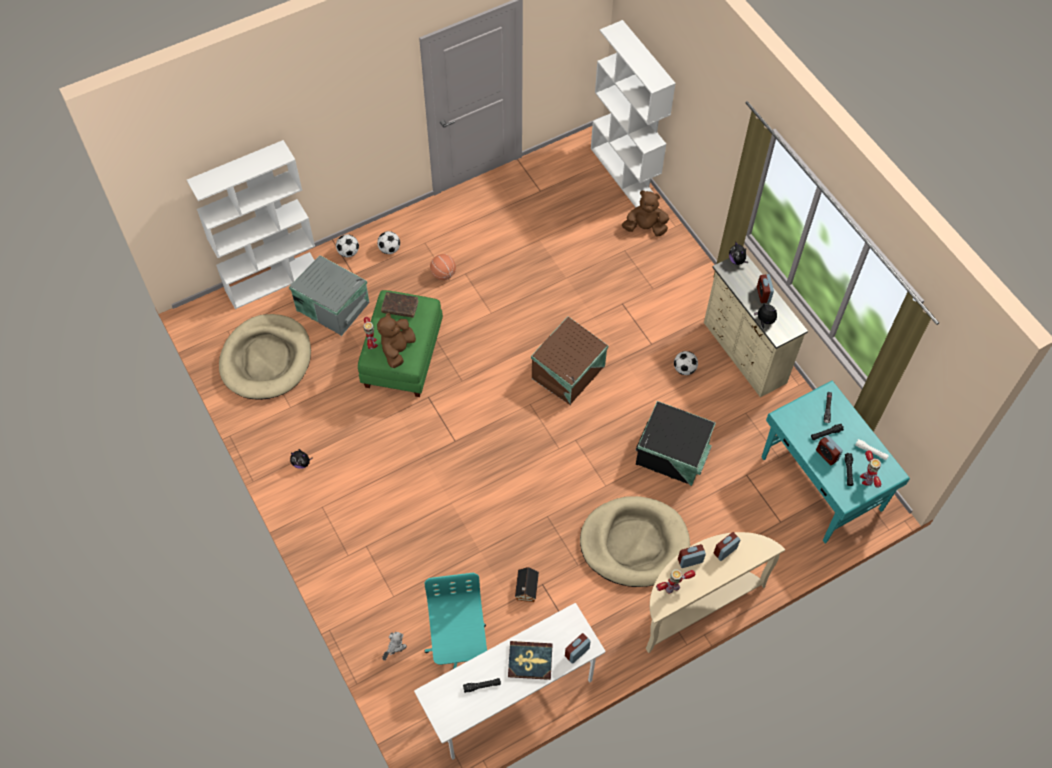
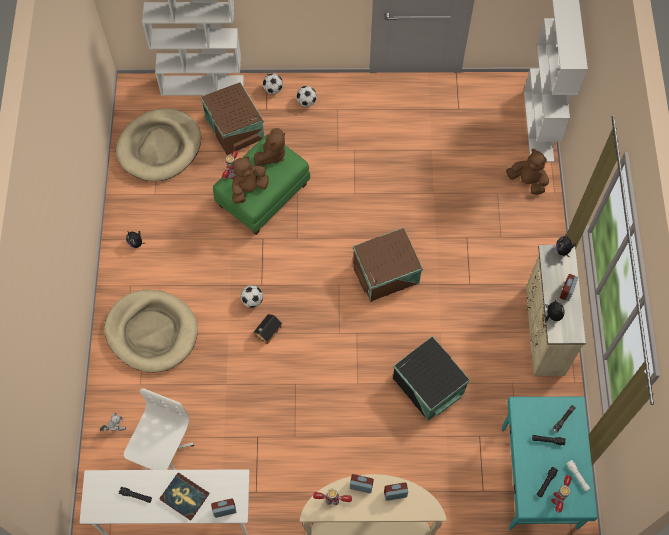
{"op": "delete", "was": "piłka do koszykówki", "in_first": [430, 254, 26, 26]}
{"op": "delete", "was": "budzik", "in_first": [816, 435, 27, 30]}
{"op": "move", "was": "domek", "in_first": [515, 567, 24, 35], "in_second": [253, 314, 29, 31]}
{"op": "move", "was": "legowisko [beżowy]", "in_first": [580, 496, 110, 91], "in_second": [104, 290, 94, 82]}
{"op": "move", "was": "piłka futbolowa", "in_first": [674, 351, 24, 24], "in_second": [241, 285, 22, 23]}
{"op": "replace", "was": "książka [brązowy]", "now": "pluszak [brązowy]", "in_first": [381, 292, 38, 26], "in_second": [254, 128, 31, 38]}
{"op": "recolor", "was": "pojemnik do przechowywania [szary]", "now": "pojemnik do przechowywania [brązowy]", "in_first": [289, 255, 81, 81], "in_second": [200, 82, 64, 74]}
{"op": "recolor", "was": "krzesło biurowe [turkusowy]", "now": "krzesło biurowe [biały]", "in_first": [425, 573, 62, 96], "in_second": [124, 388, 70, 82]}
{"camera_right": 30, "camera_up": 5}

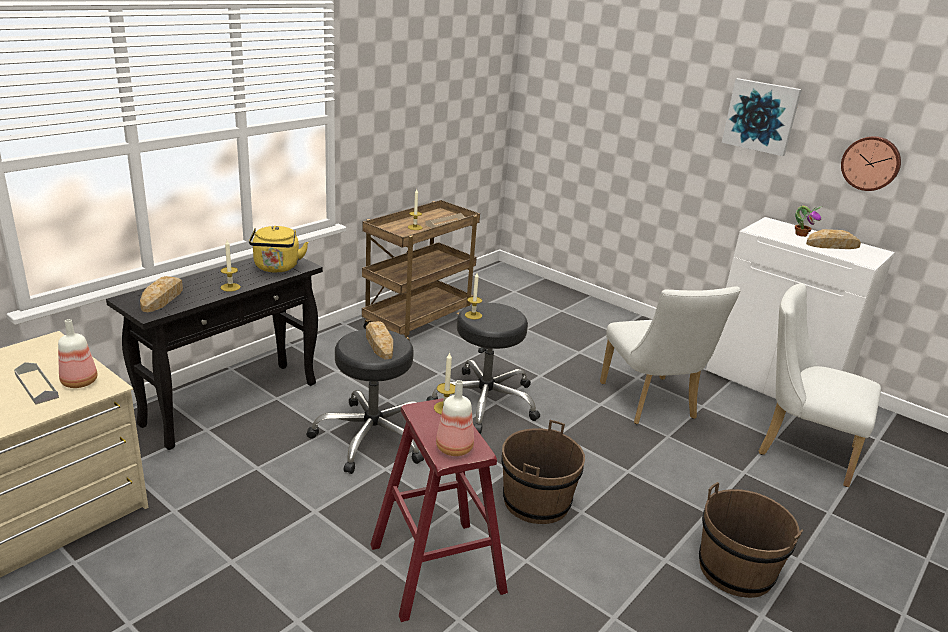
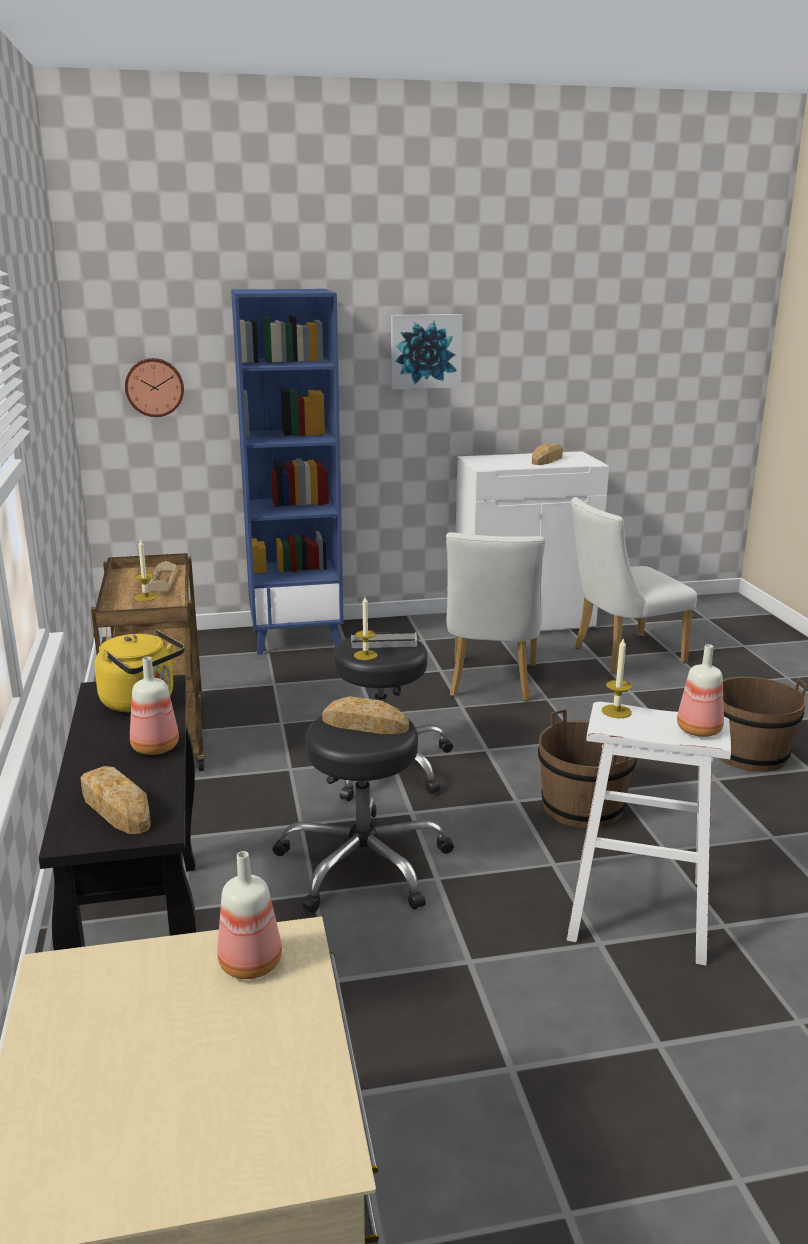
{"op": "delete", "was": "roślina doniczkowa", "in_first": [795, 205, 27, 32]}
{"op": "insert", "now": "regał [niebieski]", "in_second": [231, 289, 113, 366]}
{"op": "move", "was": "taca [szary]", "in_first": [14, 362, 45, 43], "in_second": [351, 632, 66, 16]}
{"op": "move", "was": "zegar ścienny", "in_first": [841, 136, 60, 55], "in_second": [125, 358, 59, 59]}
{"op": "replace", "was": "świeca", "now": "butelka", "in_first": [221, 240, 20, 52], "in_second": [130, 657, 49, 98]}
{"op": "recolor", "was": "stołek [czerwony]", "now": "stołek [biały]", "in_first": [370, 398, 138, 224], "in_second": [566, 702, 165, 264]}
{"op": "rotate", "was": "krzesło [biały]", "in_first": [600, 286, 140, 138], "in_second": [446, 532, 99, 169], "clockwise": 75}
{"camera_right": -50, "camera_up": -5}

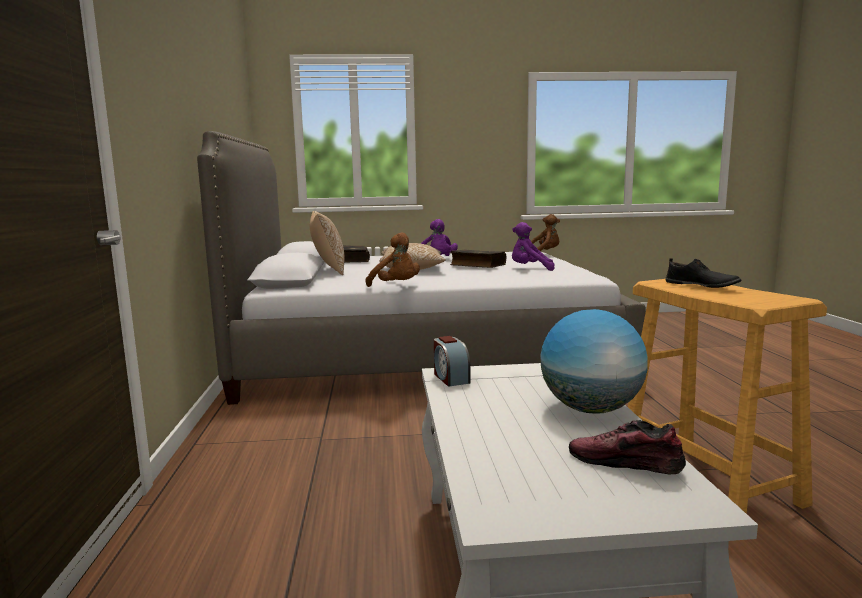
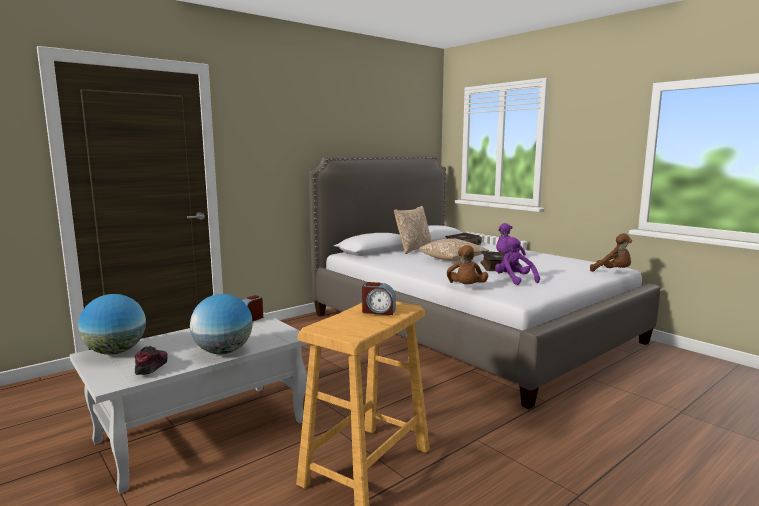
{"op": "insert", "now": "globus", "in_second": [78, 294, 68, 61]}
{"op": "move", "was": "pluszak [brązowy]", "in_first": [365, 233, 55, 54], "in_second": [447, 245, 41, 39]}
{"op": "replace", "was": "but [czarny]", "now": "budzik", "in_first": [666, 258, 75, 30], "in_second": [362, 282, 34, 33]}
{"camera_right": 55, "camera_up": 0}

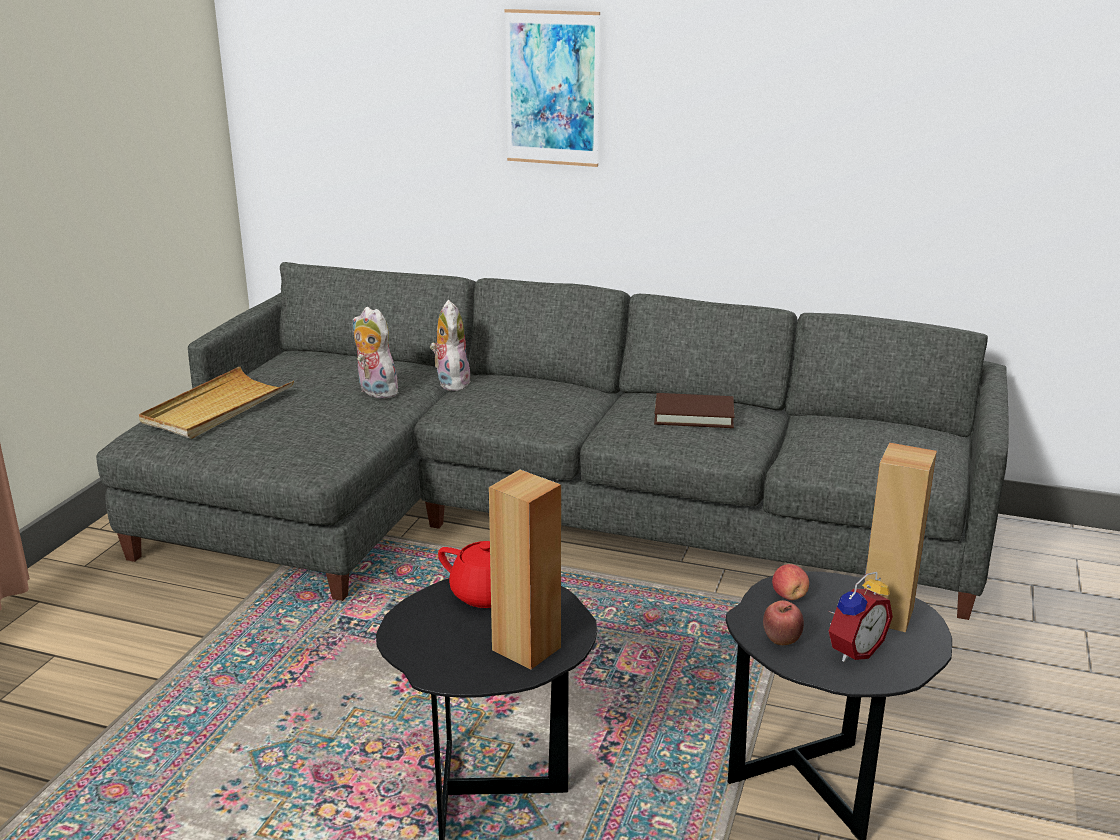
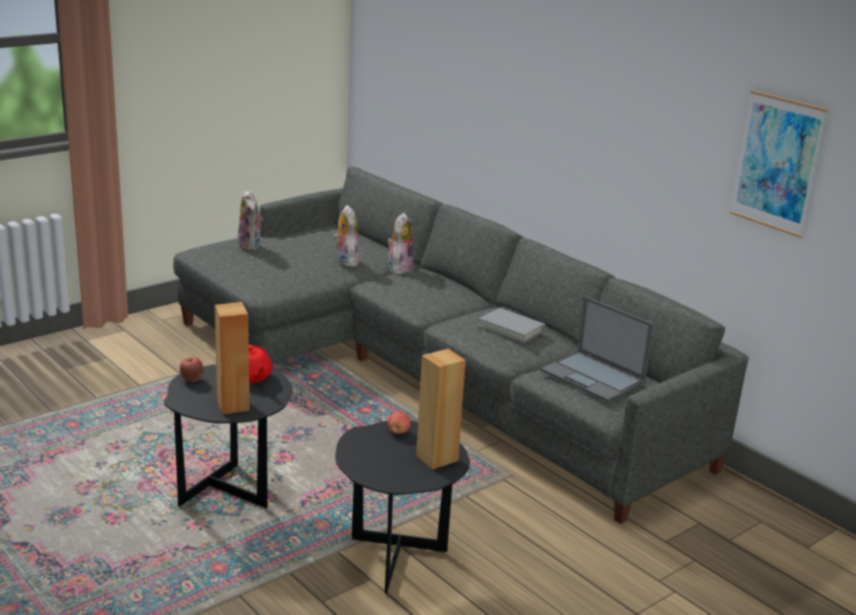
{"op": "delete", "was": "budzik", "in_first": [829, 572, 64, 90]}
{"op": "insert", "now": "laptop", "in_second": [541, 296, 113, 106]}
{"op": "move", "was": "obraz", "in_first": [504, 9, 96, 158], "in_second": [730, 90, 98, 148]}
{"op": "move", "was": "jabłko", "in_first": [763, 600, 41, 45], "in_second": [180, 357, 24, 25]}
{"op": "replace", "was": "taca [beżowy]", "now": "pluszak", "in_first": [139, 366, 155, 73], "in_second": [237, 189, 27, 62]}
{"op": "recolor", "was": "książka [brązowy]", "now": "książka [szary]", "in_first": [654, 393, 80, 35], "in_second": [478, 308, 68, 35]}
{"camera_right": 30, "camera_up": 0}

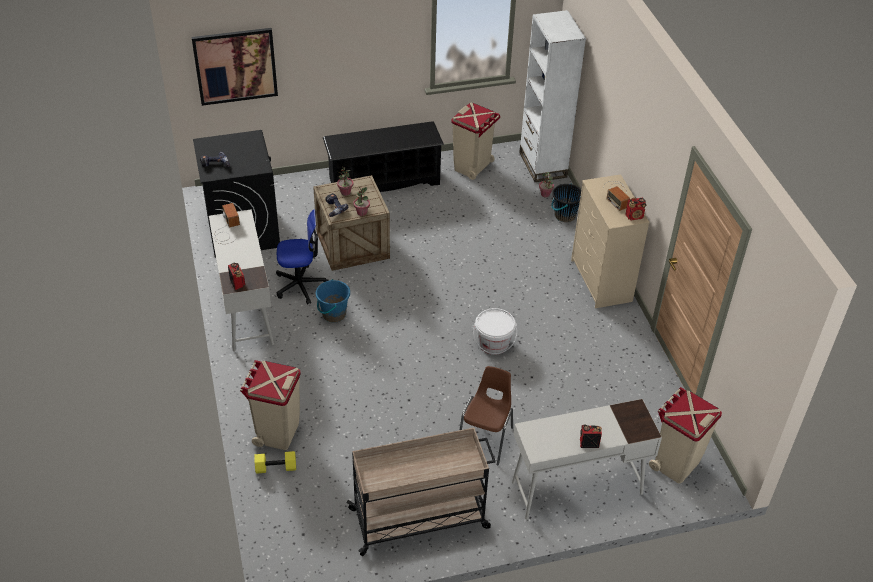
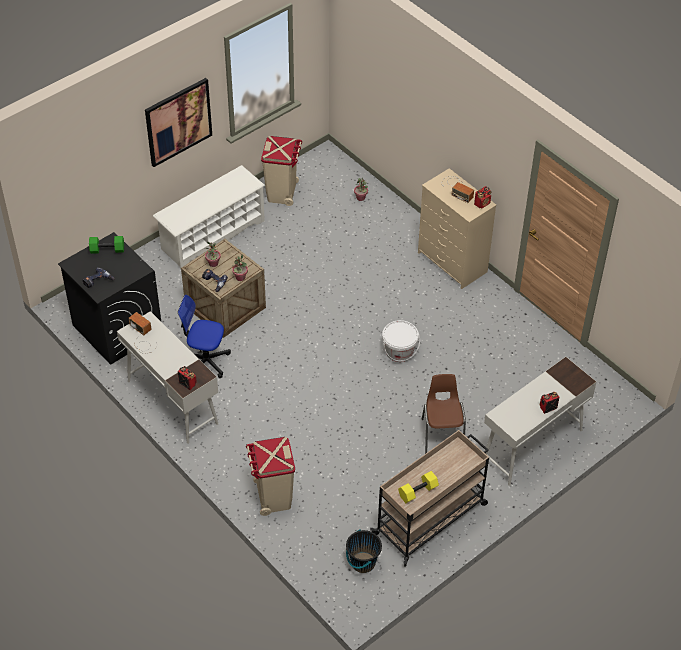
{"op": "delete", "was": "wiadro [niebieski]", "in_first": [316, 279, 34, 44]}
{"op": "delete", "was": "regał [biały]", "in_first": [519, 10, 67, 172]}
{"op": "delete", "was": "kosz na śmieci [beżowy]", "in_first": [649, 387, 73, 96]}
{"op": "insert", "now": "hantel [zielony]", "in_second": [89, 236, 35, 18]}
{"op": "move", "was": "obraz", "in_first": [191, 28, 87, 78], "in_second": [145, 78, 67, 89]}
{"op": "move", "was": "hantel [żółty]", "in_first": [255, 451, 41, 23], "in_second": [398, 471, 41, 32]}
{"op": "move", "was": "wiadro [czarny]", "in_first": [551, 184, 30, 38], "in_second": [346, 529, 36, 44]}
{"op": "recolor", "was": "regał na buty [czarny]", "now": "regał na buty [biały]", "in_first": [323, 121, 121, 71], "in_second": [153, 165, 112, 105]}
{"op": "rotate", "was": "krzesło biurowe", "in_first": [276, 209, 53, 96], "in_second": [178, 295, 53, 83], "clockwise": -135}
{"camera_right": -25, "camera_up": 5}

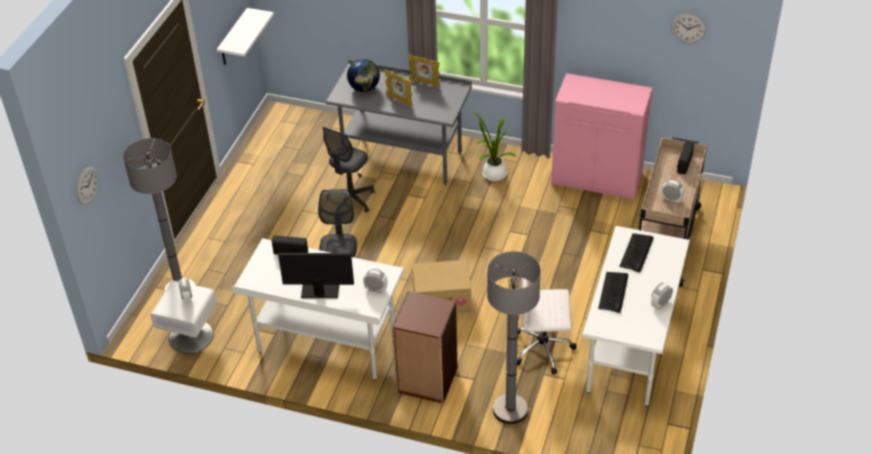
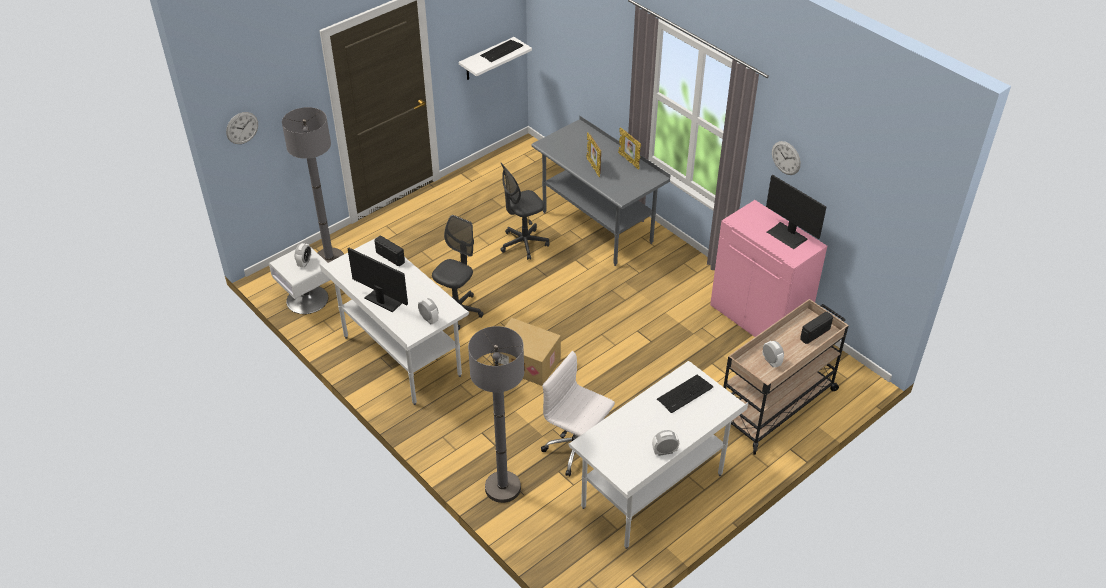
{"op": "delete", "was": "globus", "in_first": [347, 59, 33, 33]}
{"op": "delete", "was": "regał [brązowy]", "in_first": [392, 291, 65, 113]}
{"op": "delete", "was": "roślina doniczkowa", "in_first": [470, 112, 46, 69]}
{"op": "insert", "now": "monitor", "in_second": [766, 175, 60, 74]}
{"op": "move", "was": "klawiatura", "in_first": [598, 272, 30, 41], "in_second": [480, 40, 43, 22]}
{"op": "move", "was": "zegar ścienny", "in_first": [671, 14, 35, 29], "in_second": [772, 141, 29, 34]}
{"camera_right": 30, "camera_up": 0}

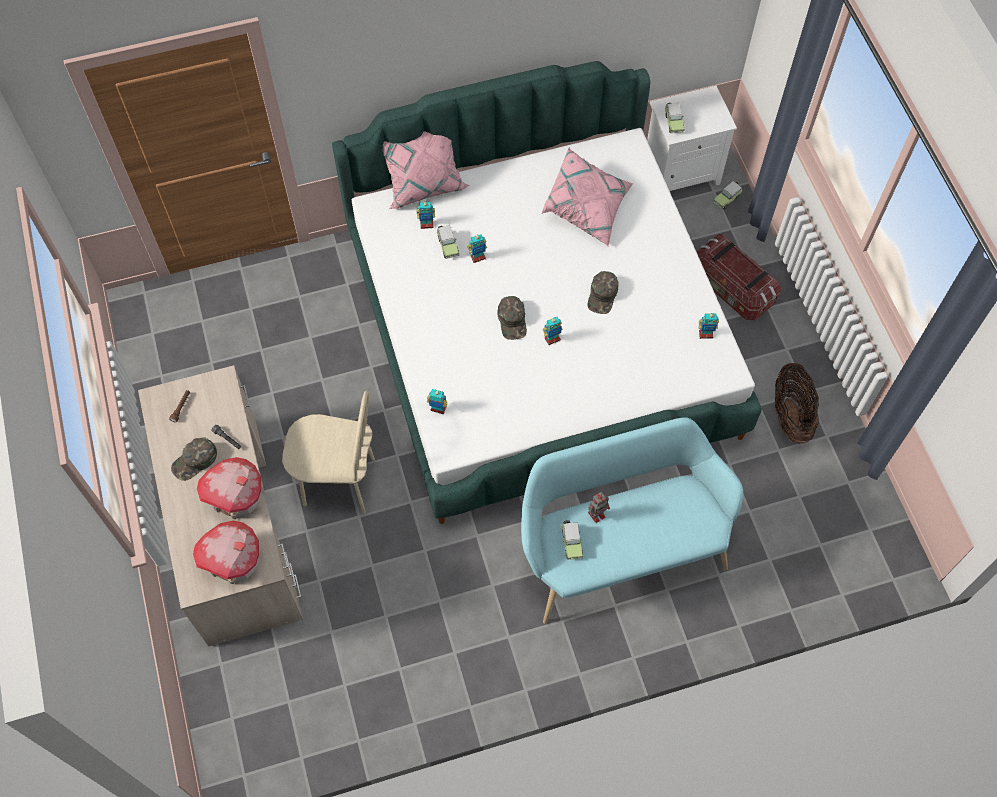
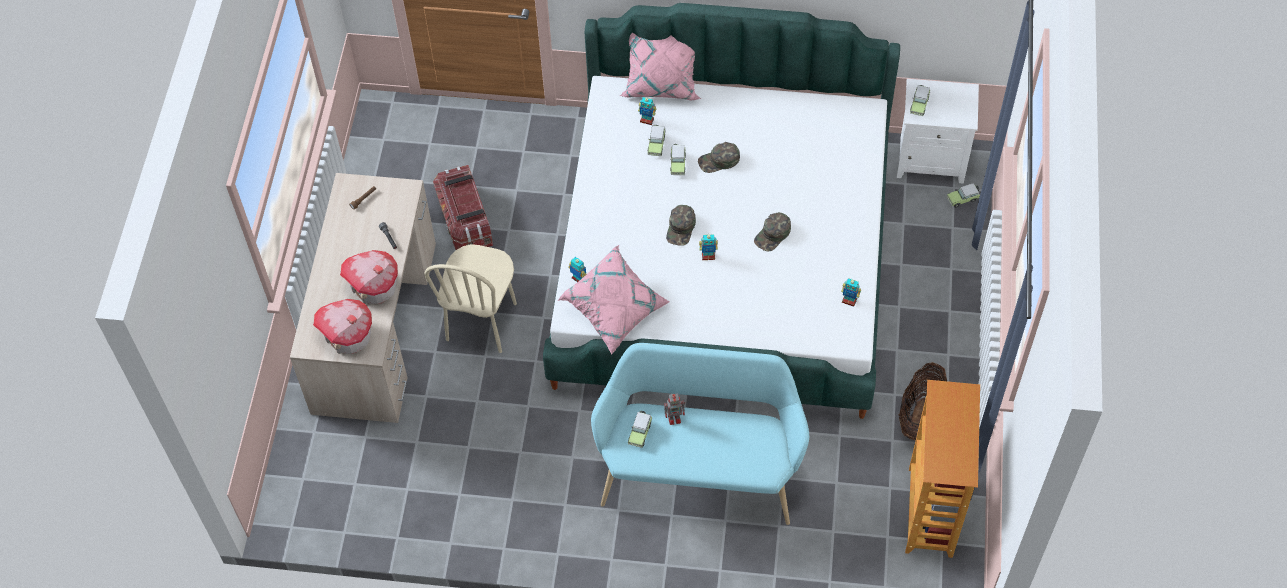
{"op": "insert", "now": "regał", "in_second": [905, 380, 75, 178]}
{"op": "move", "was": "czapka z daszkiem [zielony]", "in_first": [171, 437, 46, 44], "in_second": [698, 142, 42, 31]}
{"op": "move", "was": "poduszka [różowy]", "in_first": [541, 147, 92, 99], "in_second": [558, 245, 112, 109]}
{"op": "move", "was": "pojemnik do przechowywania", "in_first": [697, 234, 84, 86], "in_second": [433, 165, 60, 85]}
{"op": "replace", "was": "robot zabawkowy", "now": "samochodzik", "in_first": [468, 234, 19, 29], "in_second": [670, 144, 16, 31]}
{"op": "rotate", "was": "krzesło [beżowy]", "in_first": [282, 390, 93, 124], "in_second": [425, 244, 92, 109], "clockwise": 75}
{"camera_right": 25, "camera_up": -5}

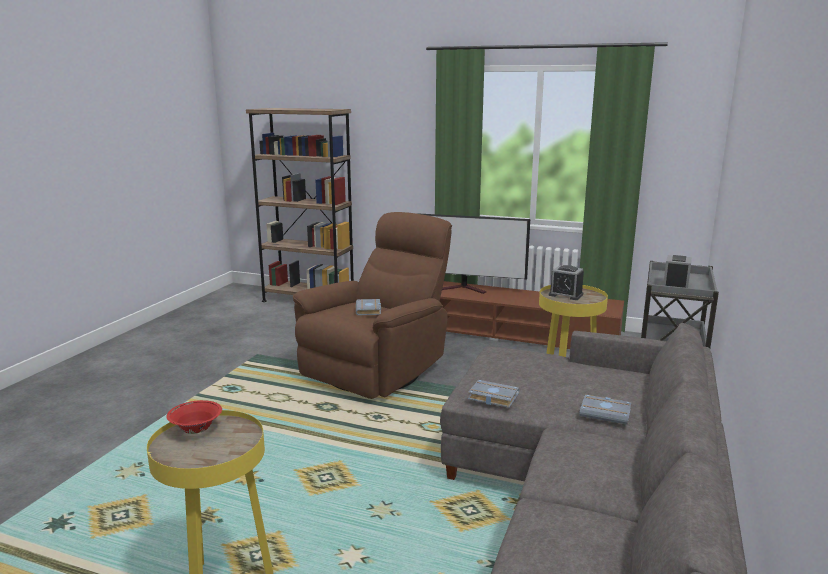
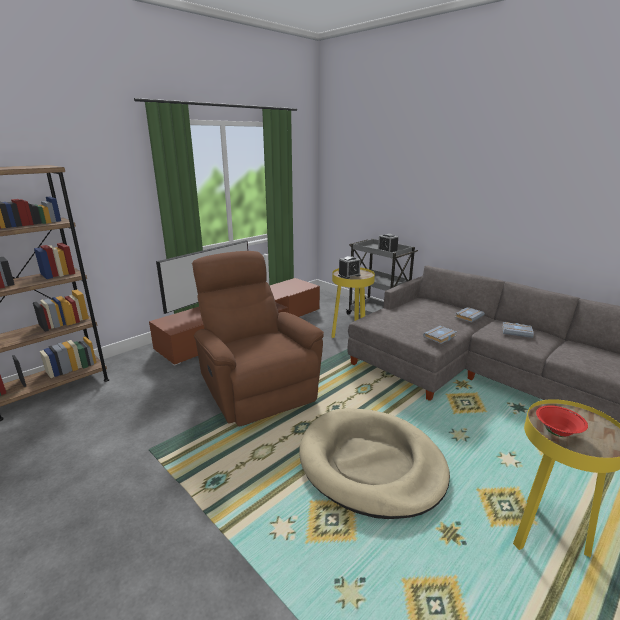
{"op": "insert", "now": "legowisko [beżowy]", "in_second": [299, 408, 151, 111]}
{"op": "move", "was": "książka [szary]", "in_first": [356, 299, 25, 17], "in_second": [502, 322, 32, 16]}
{"camera_right": -65, "camera_up": 5}

